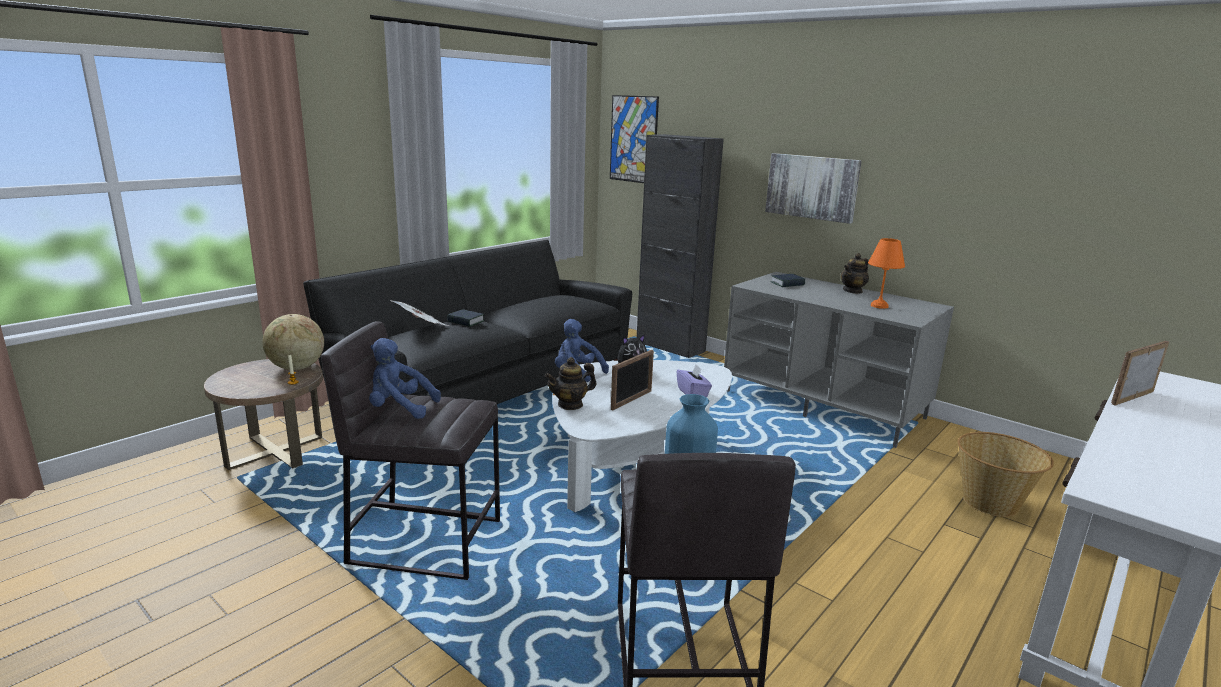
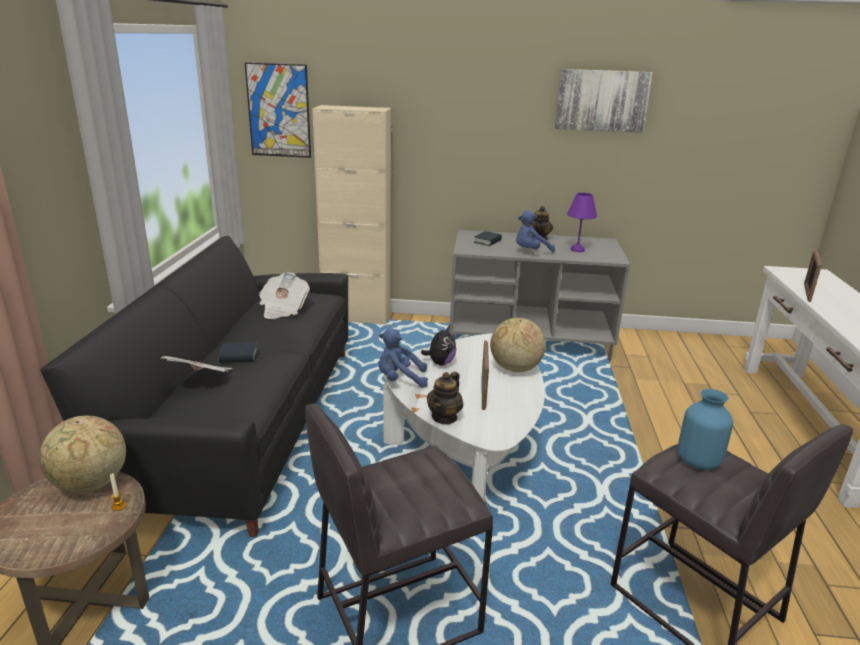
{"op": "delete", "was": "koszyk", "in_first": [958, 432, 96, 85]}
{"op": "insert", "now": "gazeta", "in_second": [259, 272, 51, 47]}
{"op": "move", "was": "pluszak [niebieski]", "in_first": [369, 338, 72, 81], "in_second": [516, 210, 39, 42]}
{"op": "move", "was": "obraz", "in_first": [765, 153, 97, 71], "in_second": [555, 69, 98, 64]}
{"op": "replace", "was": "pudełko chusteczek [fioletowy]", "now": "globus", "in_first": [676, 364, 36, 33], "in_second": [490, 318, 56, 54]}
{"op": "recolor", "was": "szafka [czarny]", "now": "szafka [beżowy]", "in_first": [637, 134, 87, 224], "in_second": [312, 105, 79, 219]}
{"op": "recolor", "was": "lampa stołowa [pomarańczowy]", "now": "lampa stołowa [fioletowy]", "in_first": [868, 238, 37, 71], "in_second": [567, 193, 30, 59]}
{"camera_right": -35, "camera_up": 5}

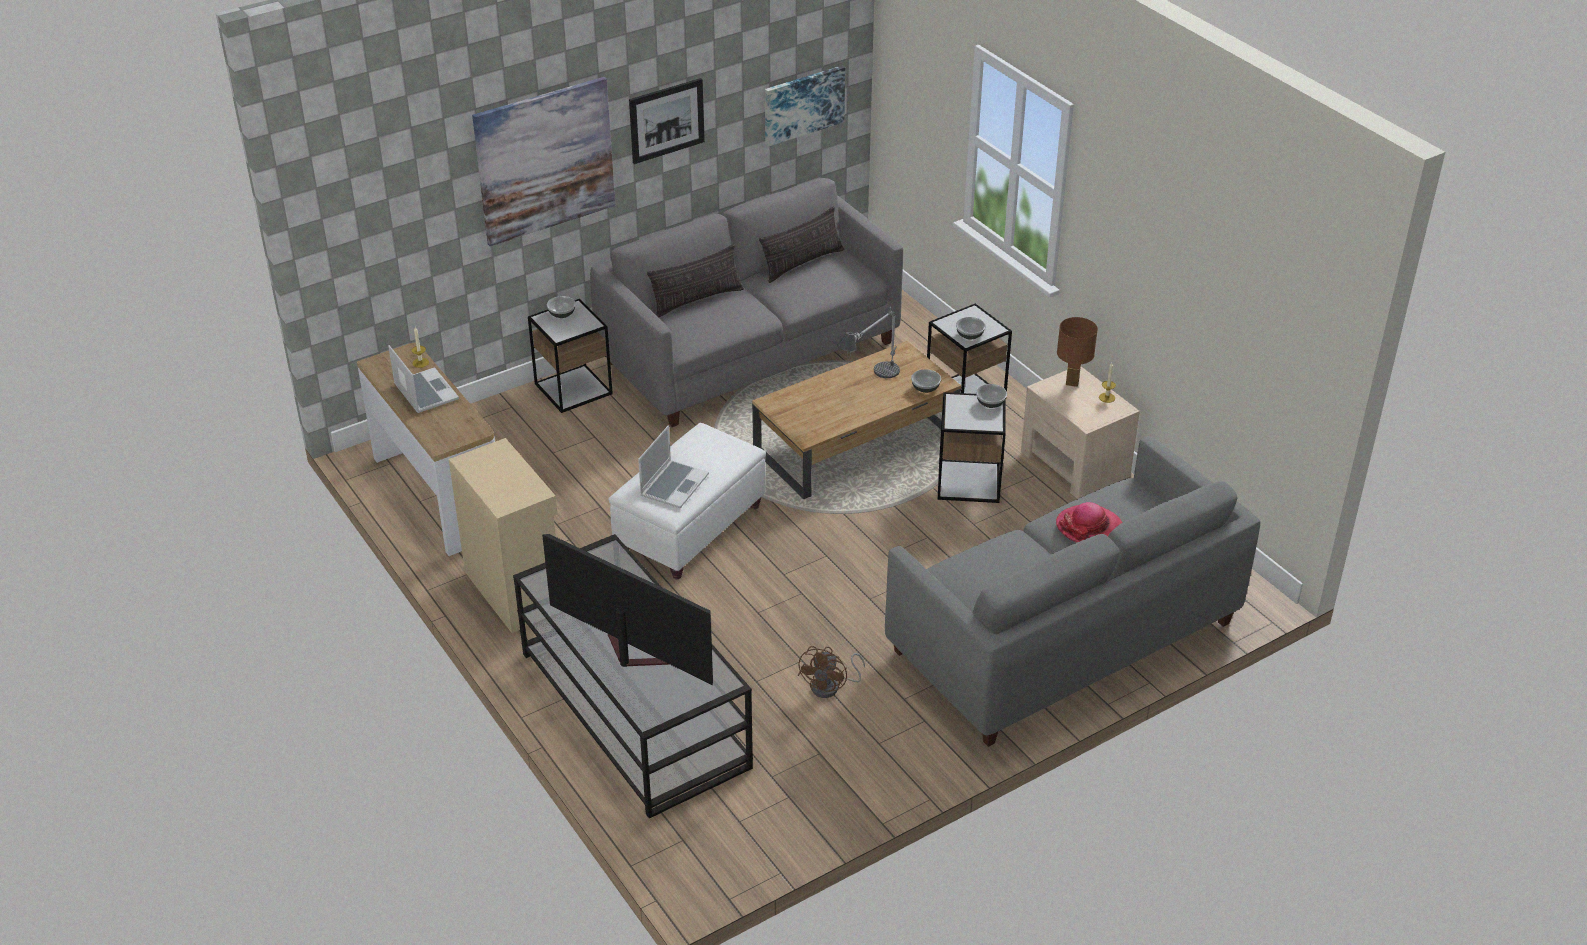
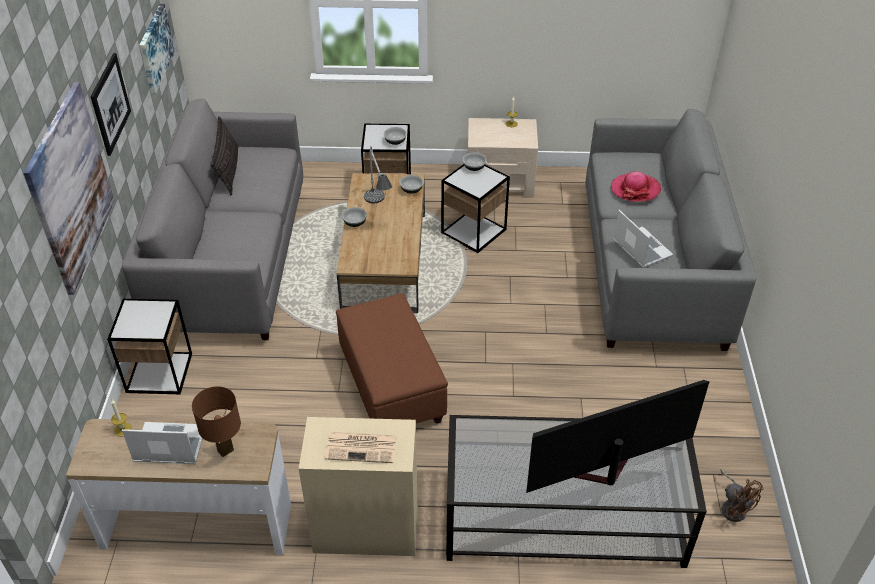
{"op": "delete", "was": "poduszka", "in_first": [647, 244, 97, 74]}
{"op": "insert", "now": "gazeta", "in_second": [325, 432, 72, 31]}
{"op": "move", "was": "miska", "in_first": [547, 296, 29, 22], "in_second": [342, 207, 25, 20]}
{"op": "move", "was": "laptop", "in_first": [638, 425, 71, 83], "in_second": [613, 210, 60, 58]}
{"op": "move", "was": "wentylator [brązowy]", "in_first": [798, 646, 67, 52], "in_second": [720, 469, 43, 53]}
{"op": "move", "was": "lampa stołowa [brązowy]", "in_first": [1057, 317, 41, 70], "in_second": [192, 386, 49, 71]}
{"op": "recolor", "was": "pufa [biały]", "now": "pufa [brązowy]", "in_first": [608, 423, 158, 156], "in_second": [336, 293, 112, 131]}
{"camera_right": -55, "camera_up": 5}

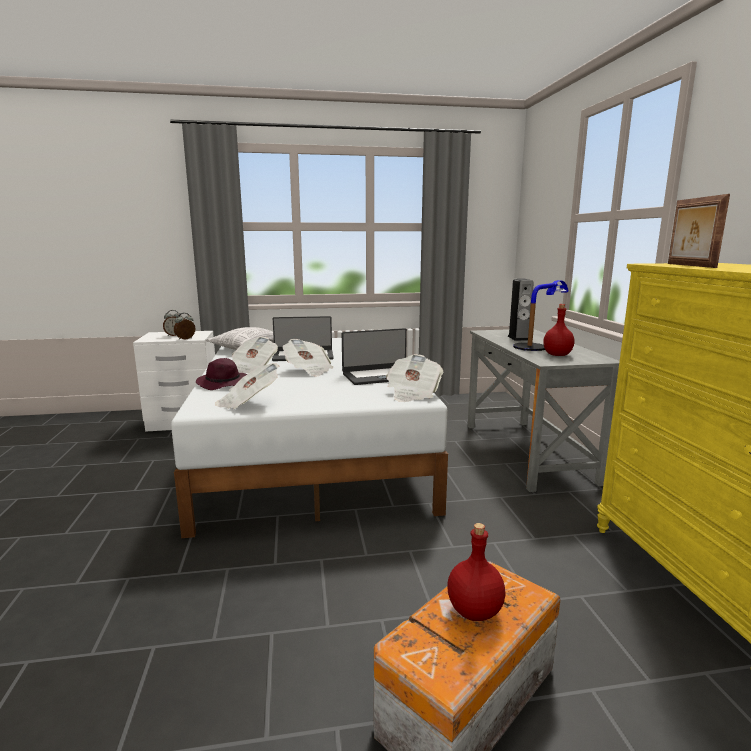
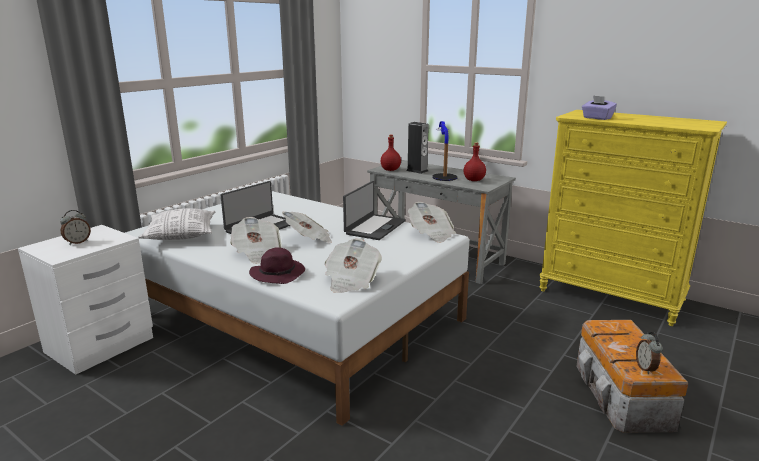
{"op": "move", "was": "budzik", "in_first": [174, 313, 22, 27], "in_second": [636, 332, 27, 42]}
{"op": "move", "was": "butelka [czerwony]", "in_first": [447, 523, 58, 98], "in_second": [381, 135, 20, 36]}
{"op": "replace", "was": "ramka na zdjęcie", "now": "pudełko chusteczek [fioletowy]", "in_first": [668, 194, 62, 74], "in_second": [582, 95, 35, 25]}
{"camera_right": -45, "camera_up": 5}

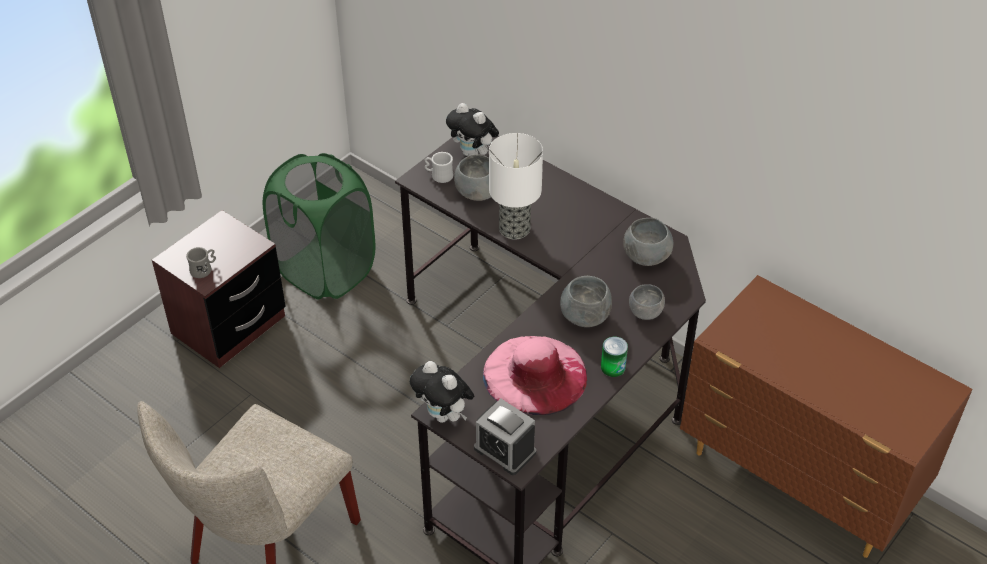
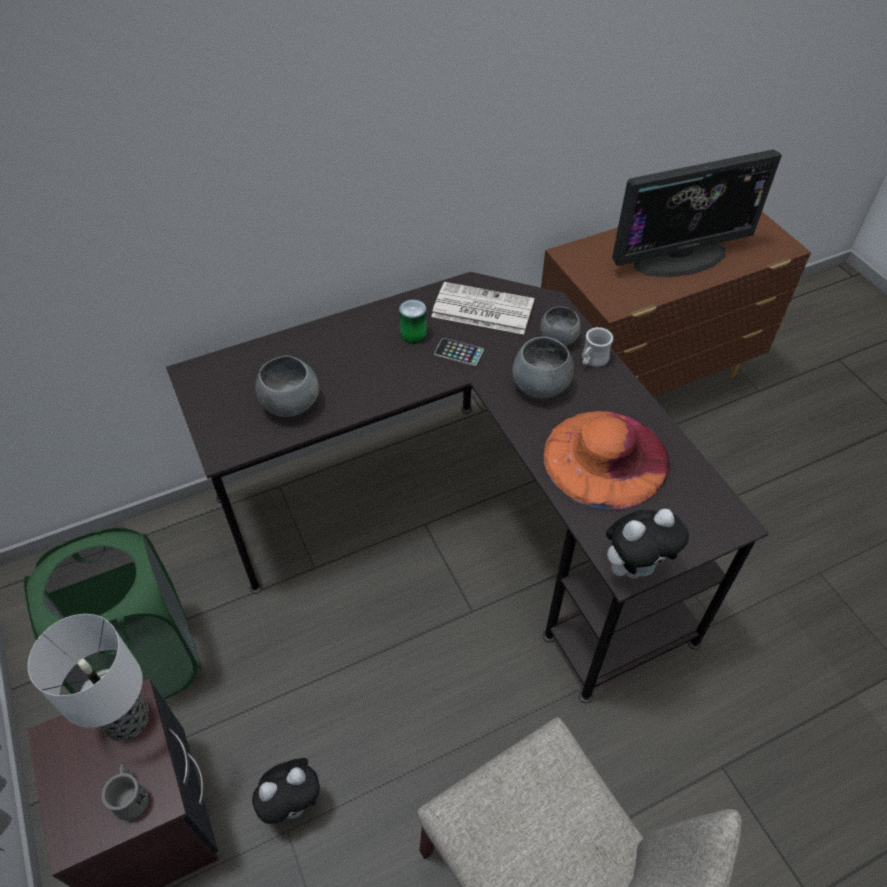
{"op": "delete", "was": "budzik", "in_first": [474, 398, 62, 77]}
{"op": "insert", "now": "telefon", "in_second": [434, 338, 50, 28]}
{"op": "insert", "now": "monitor", "in_second": [612, 150, 170, 128]}
{"op": "move", "was": "kubek [biały]", "in_first": [425, 152, 29, 31], "in_second": [582, 327, 31, 40]}
{"op": "move", "was": "pluszak", "in_first": [446, 103, 53, 53], "in_second": [252, 758, 76, 66]}
{"op": "move", "was": "lampa stołowa", "in_first": [489, 133, 54, 107], "in_second": [28, 614, 121, 127]}
{"op": "move", "was": "puszka", "in_first": [601, 337, 27, 40], "in_second": [399, 299, 28, 45]}
{"op": "replace", "was": "miska [szary]", "now": "gazeta", "in_first": [623, 218, 50, 48], "in_second": [431, 282, 103, 52]}
{"op": "recolor", "was": "kapelusz [różowy]", "now": "kapelusz [pomarańczowy]", "in_first": [483, 336, 104, 79], "in_second": [544, 411, 126, 99]}
{"camera_right": -65, "camera_up": 5}

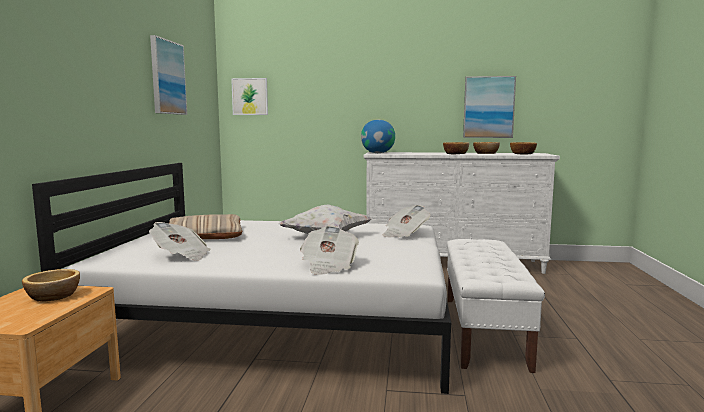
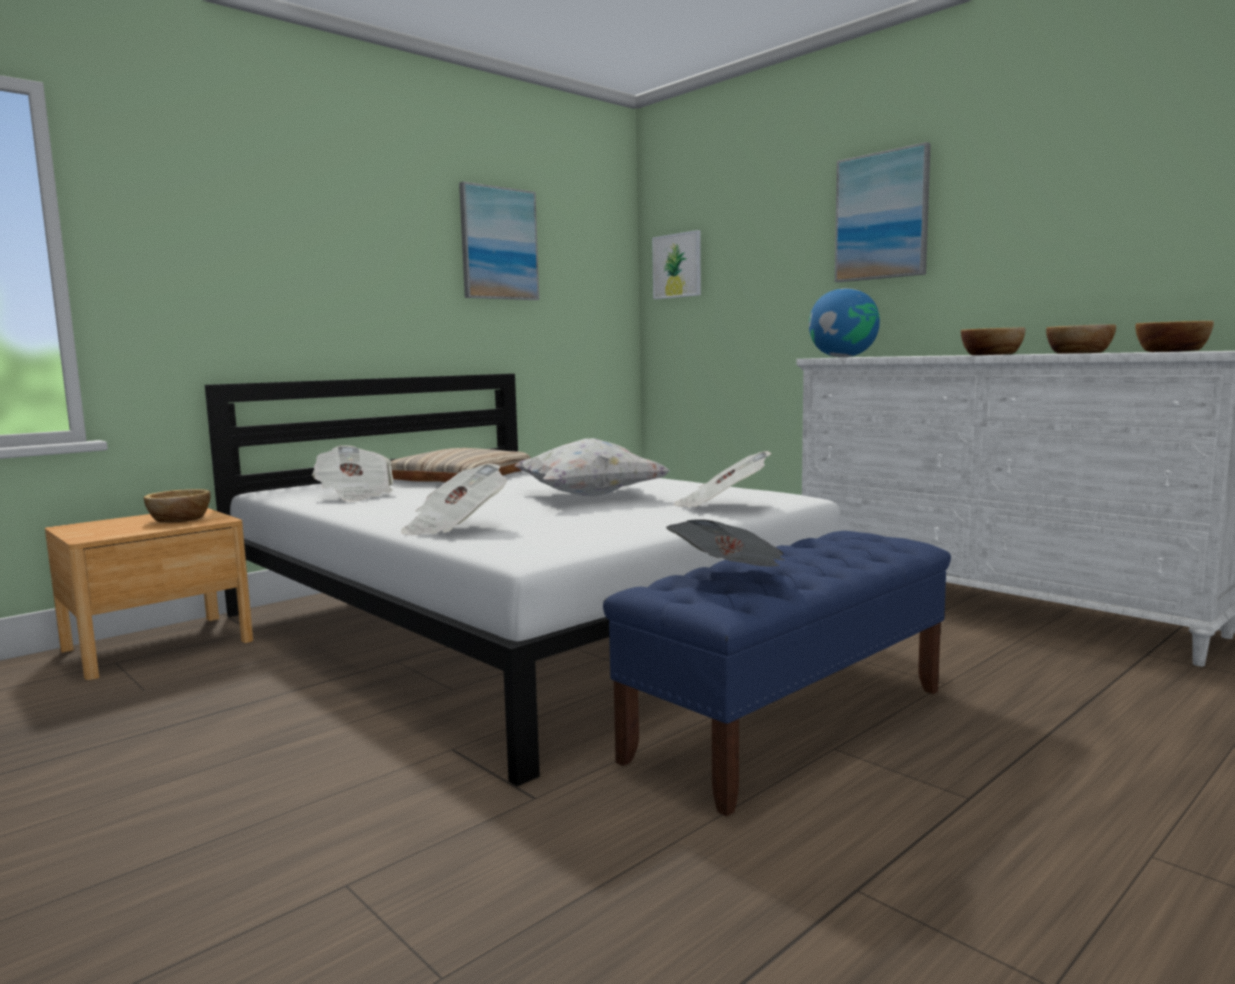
{"op": "insert", "now": "gazeta", "in_second": [666, 520, 119, 47]}
{"op": "move", "was": "obraz", "in_first": [463, 76, 53, 62], "in_second": [835, 142, 96, 140]}
{"op": "recolor", "was": "ławka [biały]", "now": "ławka [niebieski]", "in_first": [447, 239, 98, 134], "in_second": [603, 531, 348, 286]}
{"camera_right": 40, "camera_up": 0}

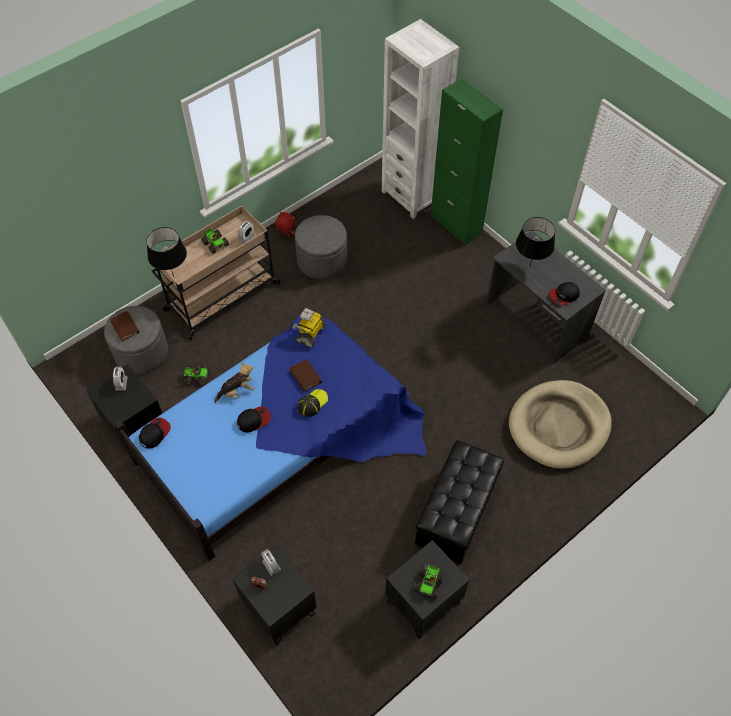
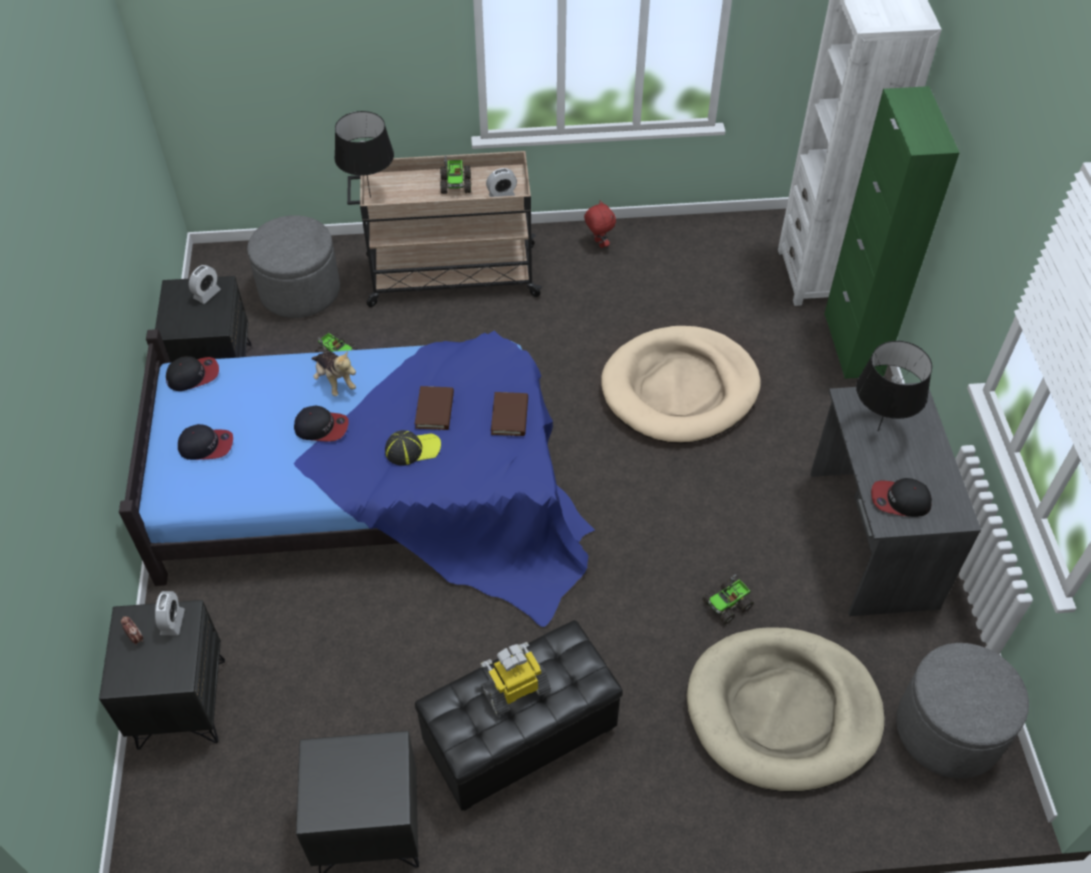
{"op": "insert", "now": "czapka z daszkiem", "in_second": [178, 424, 55, 36]}
{"op": "insert", "now": "legowisko [beżowy]", "in_second": [601, 326, 160, 117]}
{"op": "move", "was": "książka [brązowy]", "in_first": [110, 311, 29, 30], "in_second": [491, 392, 37, 44]}
{"op": "move", "was": "robot zabawkowy", "in_first": [292, 308, 35, 40], "in_second": [480, 642, 71, 75]}
{"op": "move", "was": "pufa [szary]", "in_first": [295, 215, 52, 64], "in_second": [896, 643, 133, 136]}
{"op": "move", "was": "ciężarówka zabawkowa", "in_first": [414, 565, 31, 34], "in_second": [702, 574, 52, 51]}
{"op": "rotate", "was": "pluszak", "in_first": [214, 362, 40, 41], "in_second": [311, 350, 45, 46], "clockwise": 45}
{"camera_right": 35, "camera_up": -5}

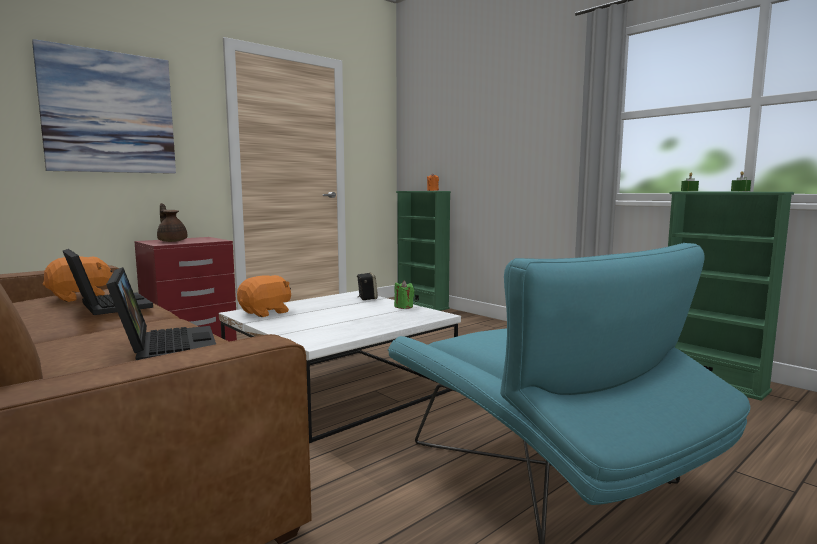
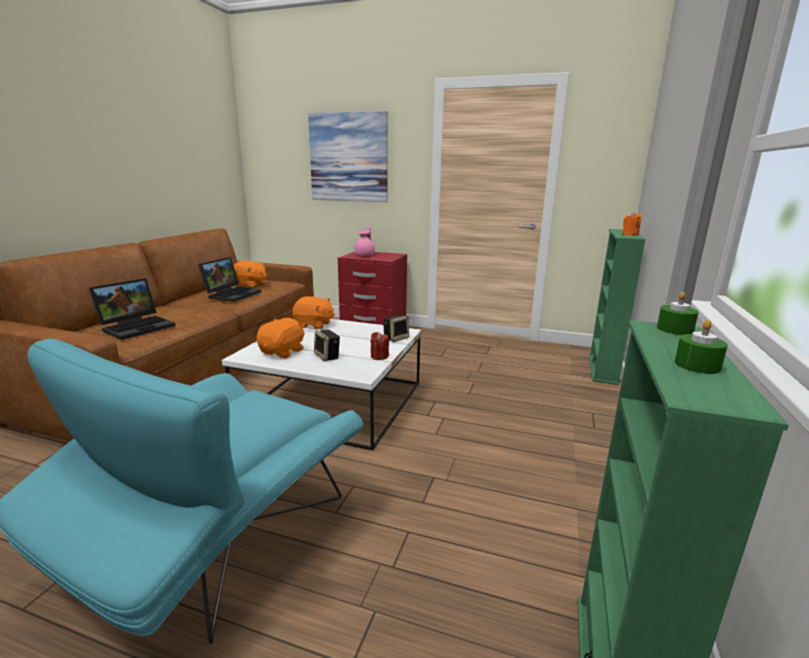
{"op": "insert", "now": "pluszak [pomarańczowy]", "in_second": [257, 318, 48, 40]}
{"op": "insert", "now": "głośnik", "in_second": [314, 330, 26, 31]}
{"op": "recolor", "was": "imbryk [brązowy]", "now": "imbryk [różowy]", "in_first": [157, 203, 30, 39], "in_second": [354, 225, 21, 31]}
{"op": "recolor", "was": "świeca [zielony]", "now": "świeca [czerwony]", "in_first": [394, 280, 20, 29], "in_second": [370, 332, 19, 28]}
{"camera_right": 60, "camera_up": 10}

